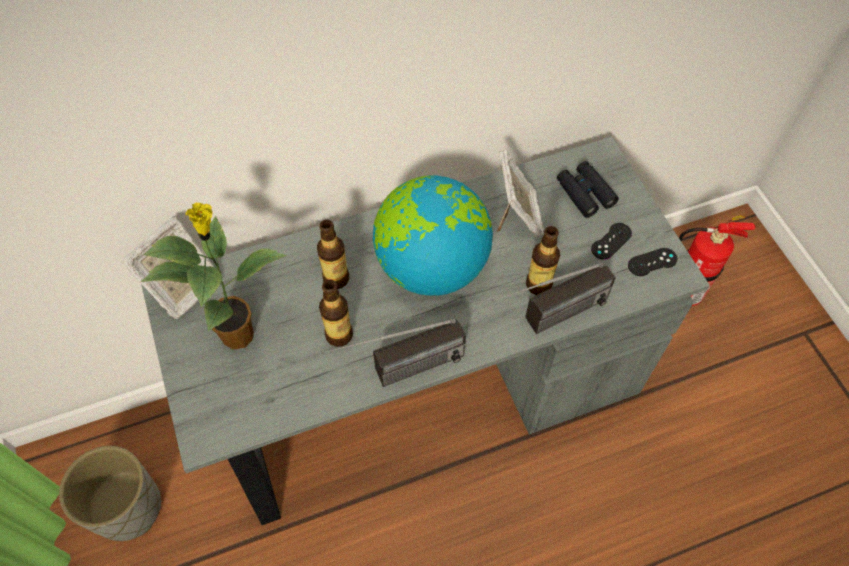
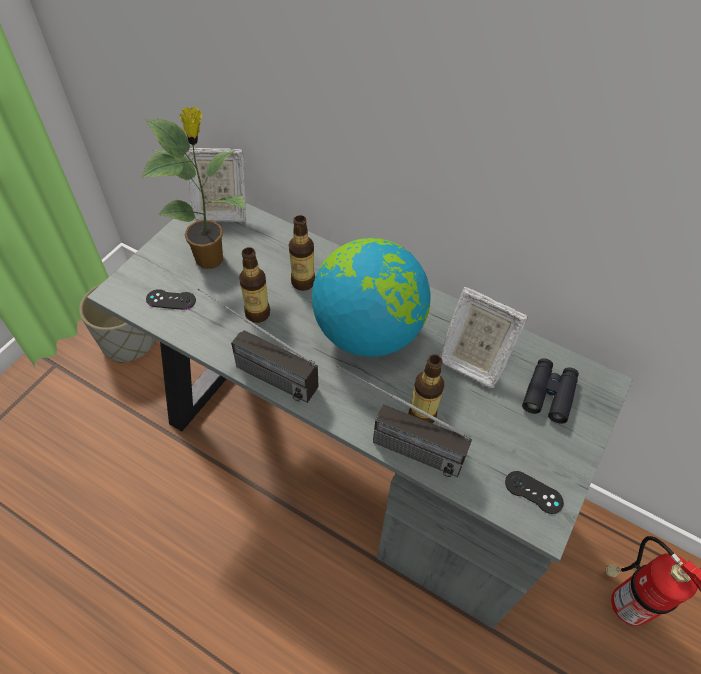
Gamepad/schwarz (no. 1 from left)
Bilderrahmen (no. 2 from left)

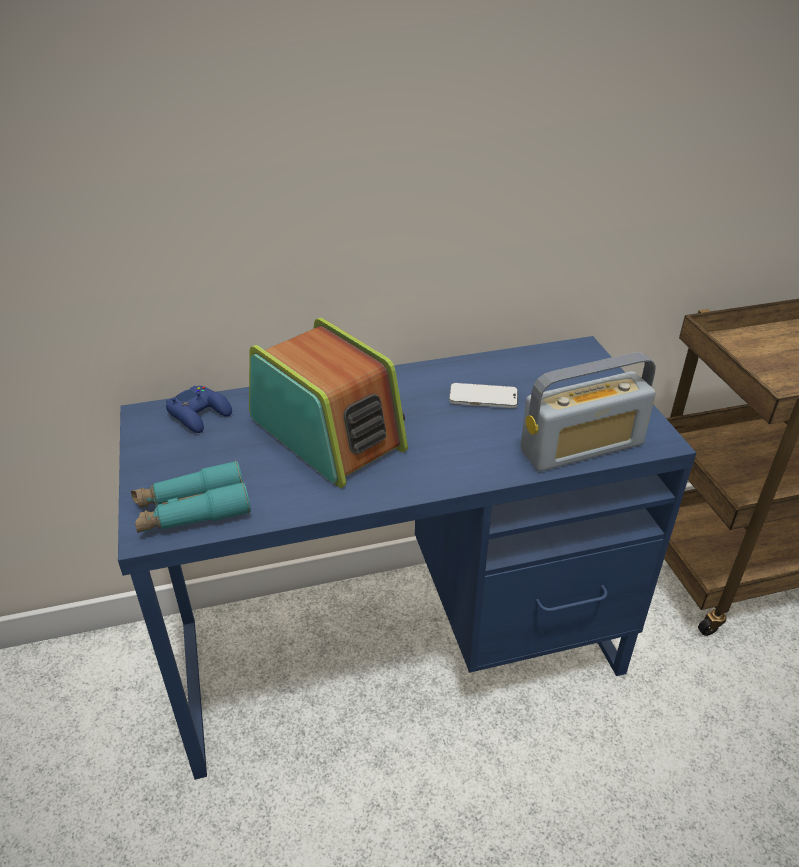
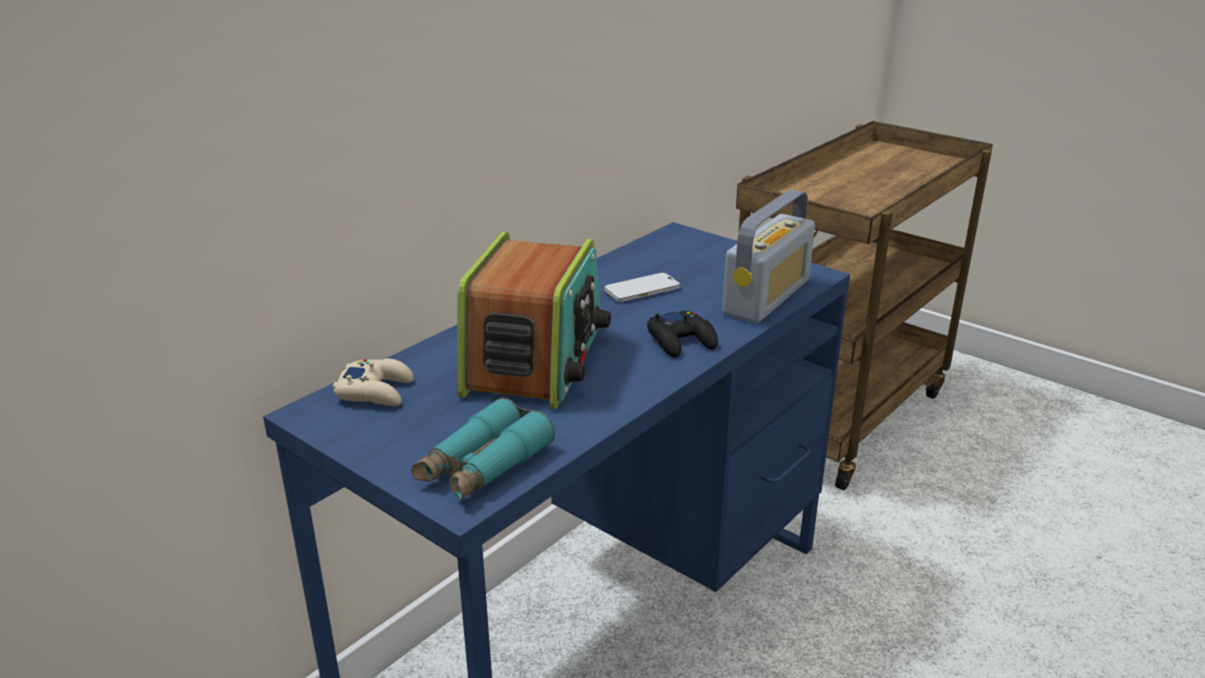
Gamepad/beige
Radio (no. 1 from left)
Gamepad/schwarz

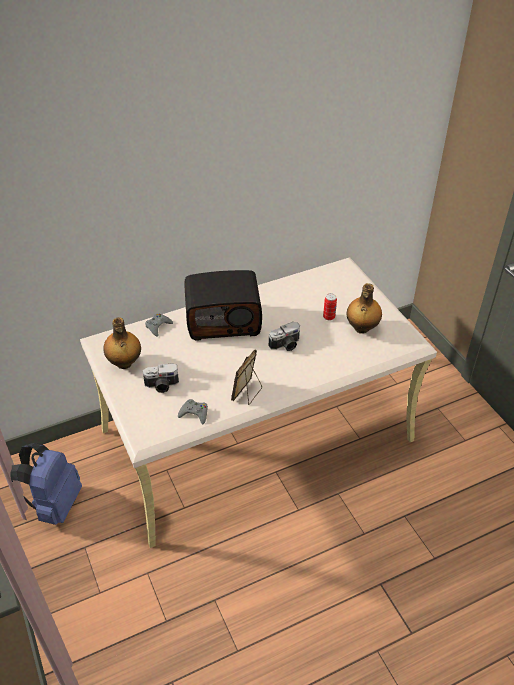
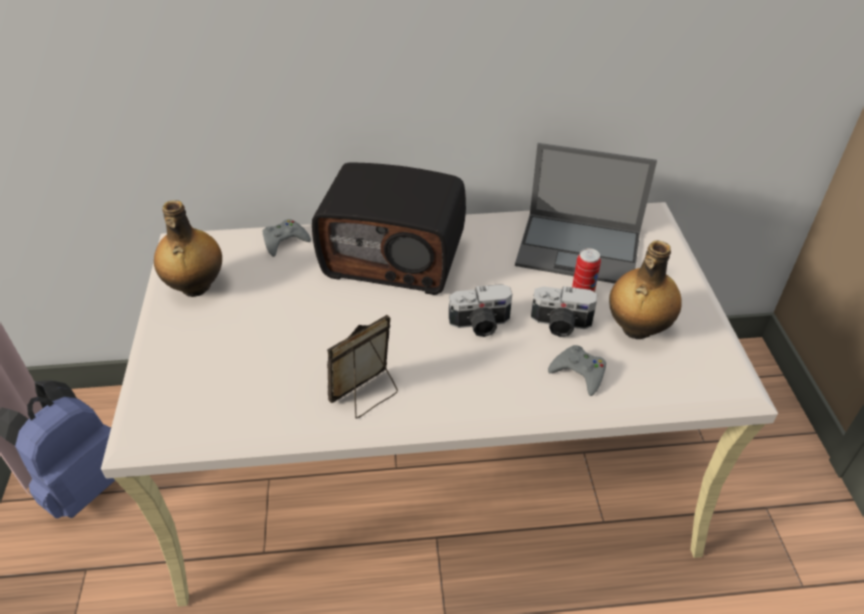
Laptop
Kamera (no. 2 from left)
Gamepad/grau (no. 2 from left)

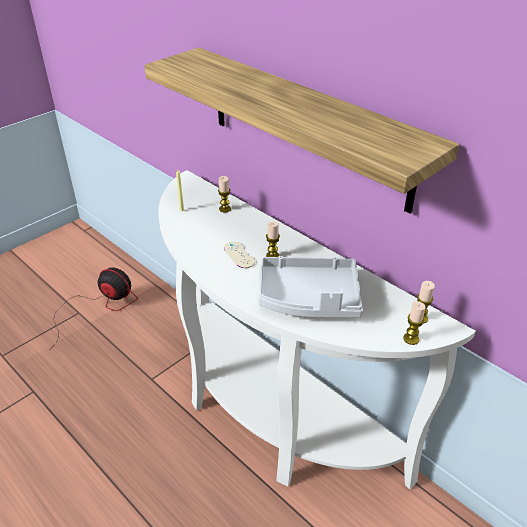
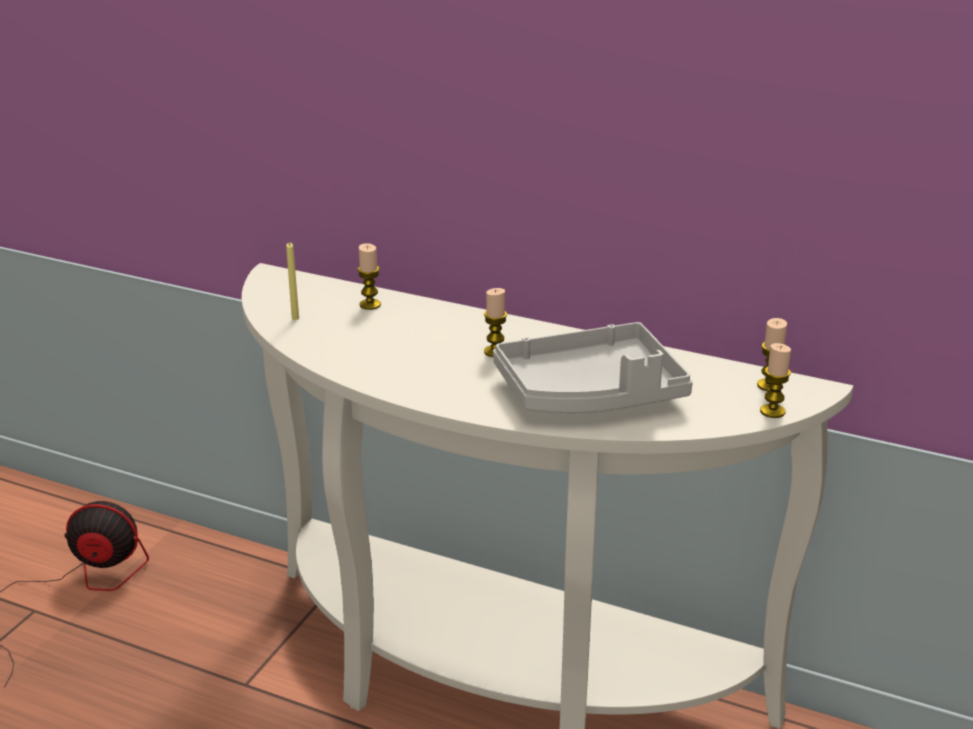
Wandregal
Gamepad/beige

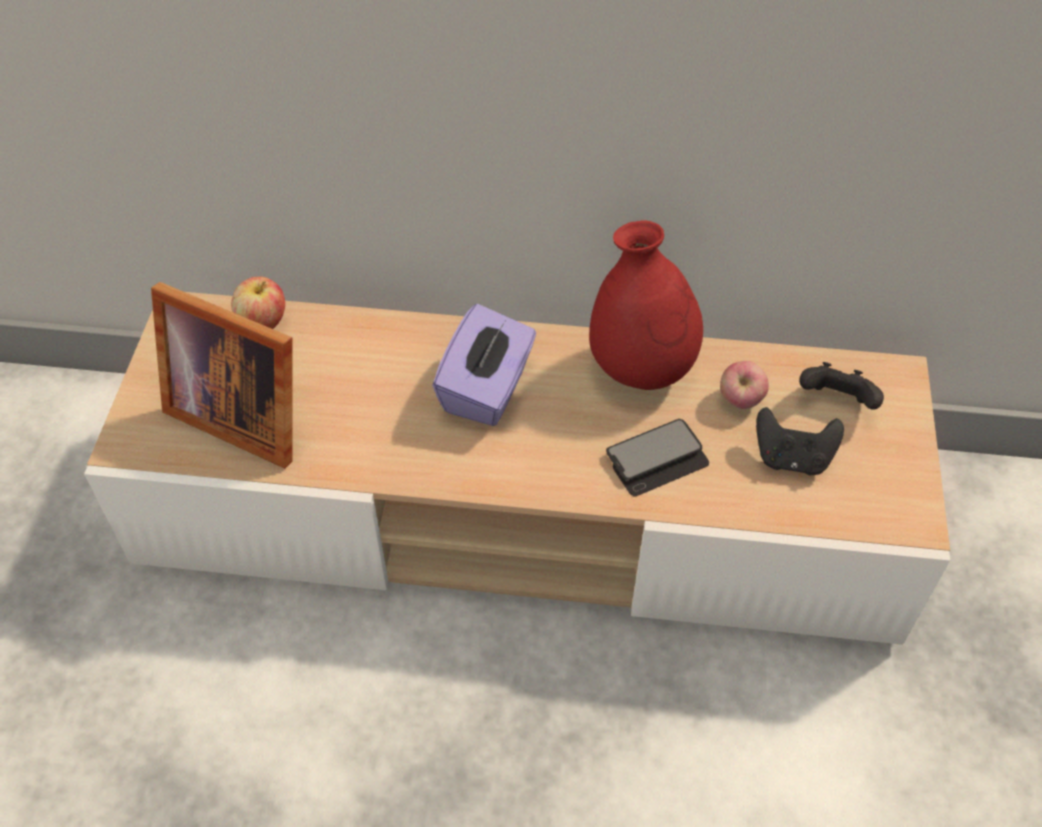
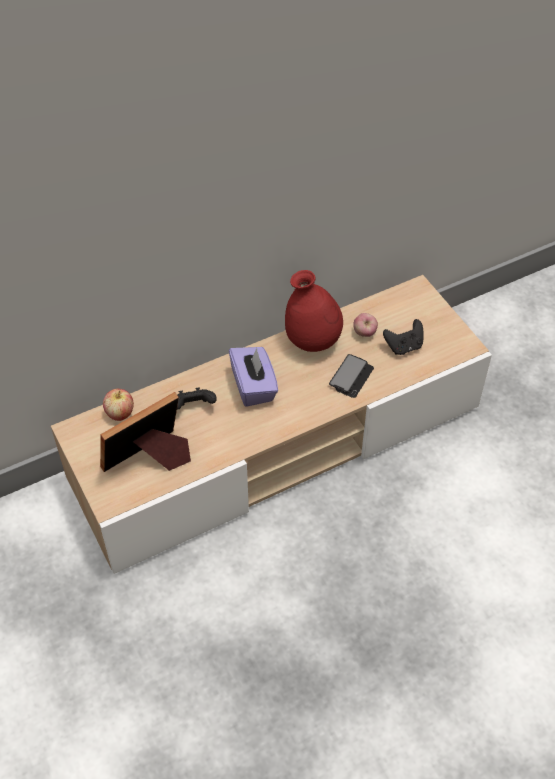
Bilderrahmen
Gamepad/schwarz (no. 1 from left)

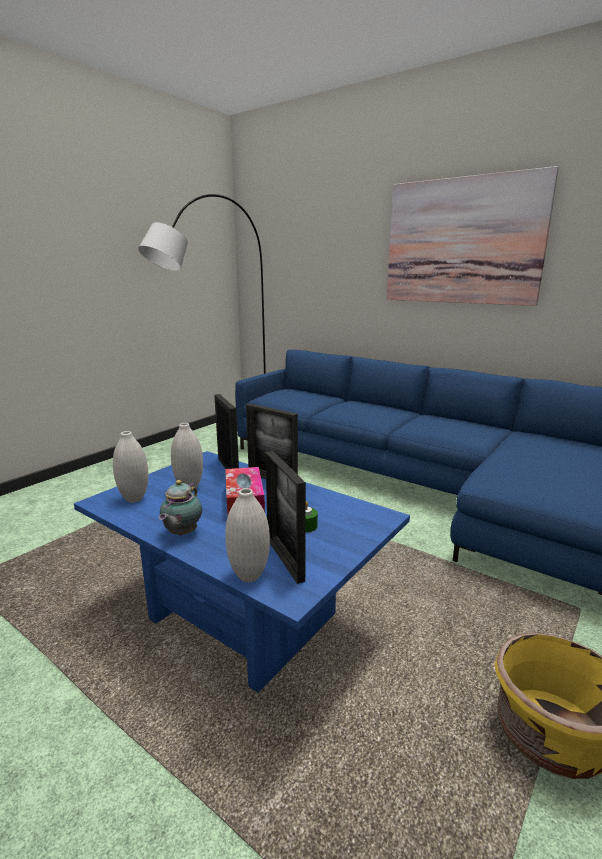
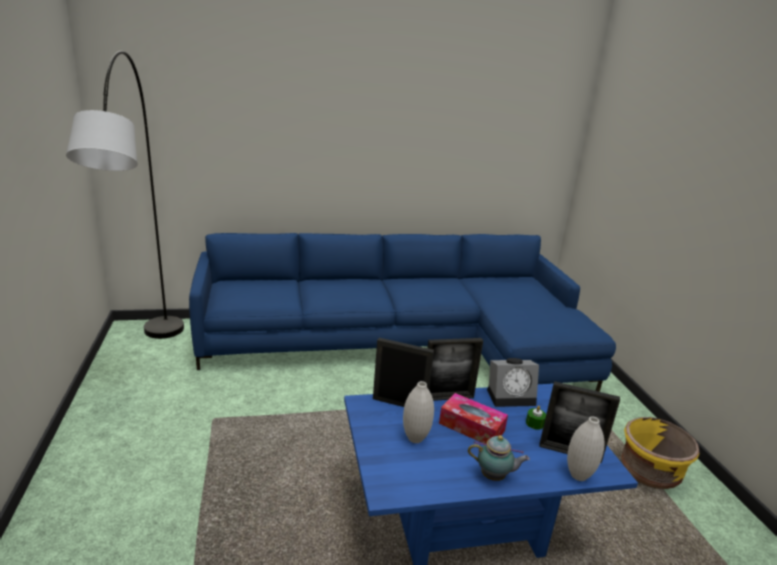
Teekanne
Wecker
Vase/weiß (no. 1 from left in the first image)
Bild

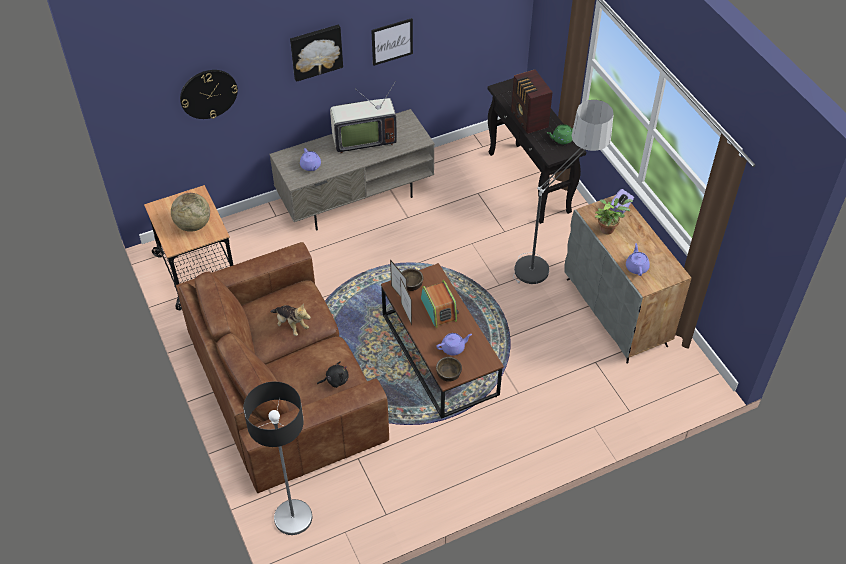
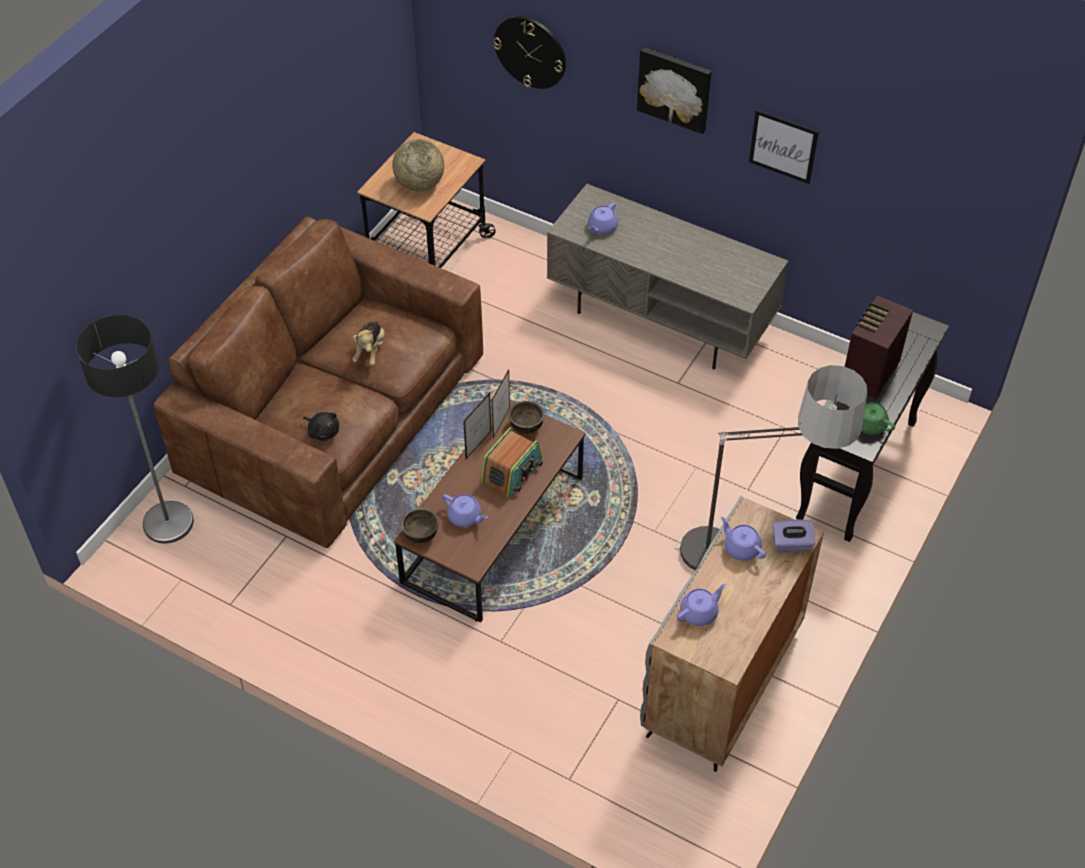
Teekanne/lila (no. 4 from left)
Fernseher

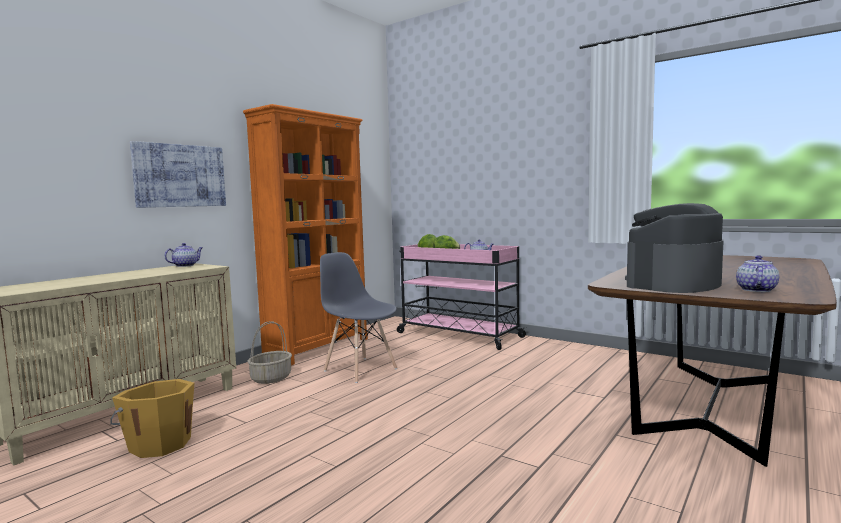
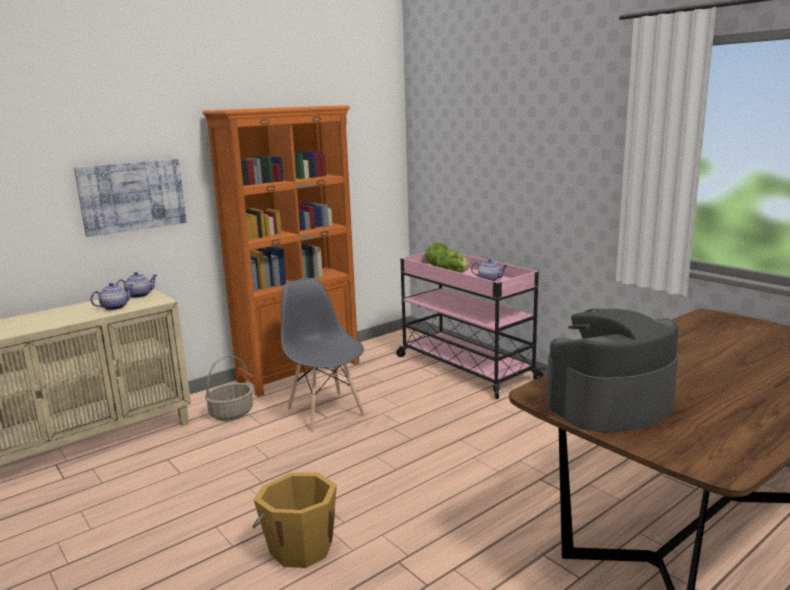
Teekanne (no. 1 from left)
Eimer/orange

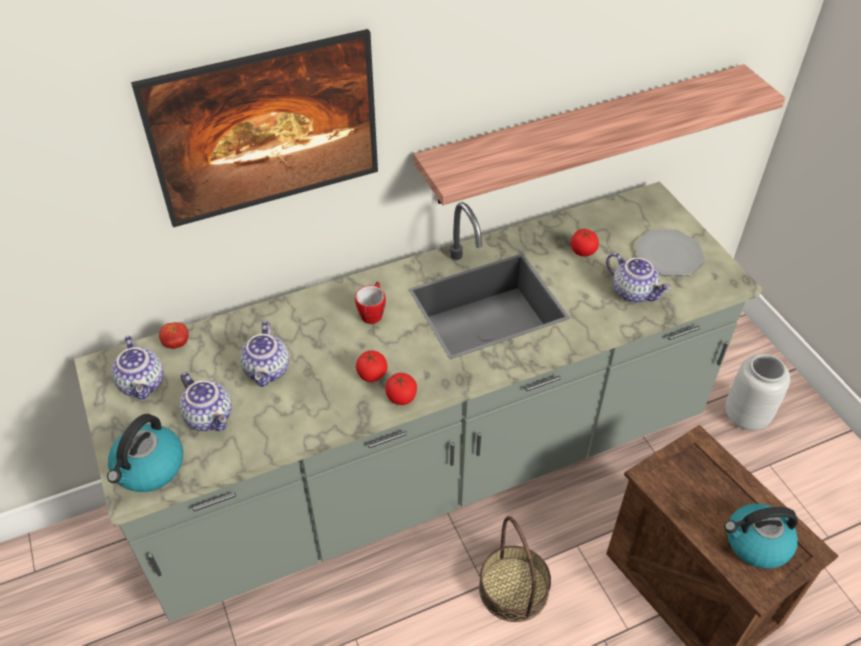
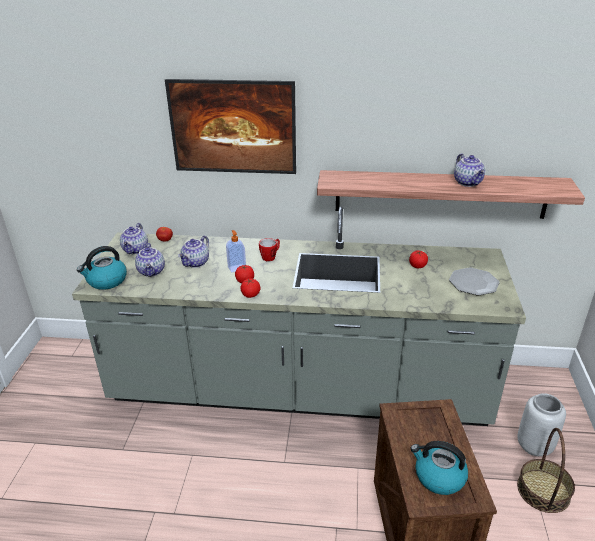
Seifenspender
Teekanne (no. 4 from left)
Korb

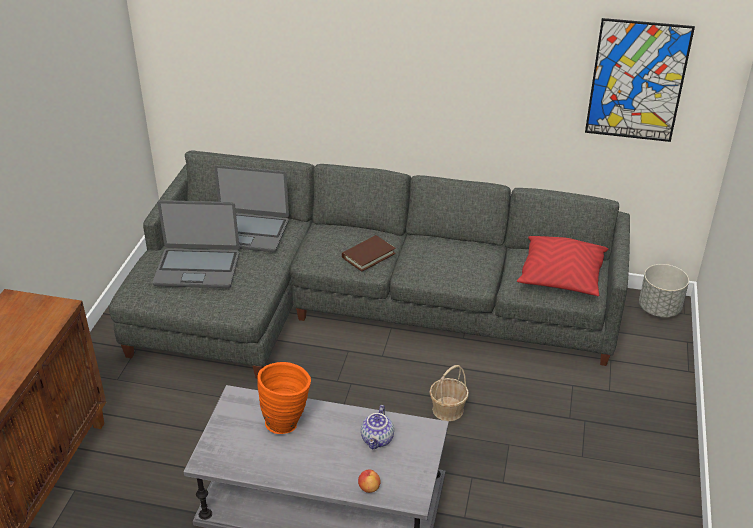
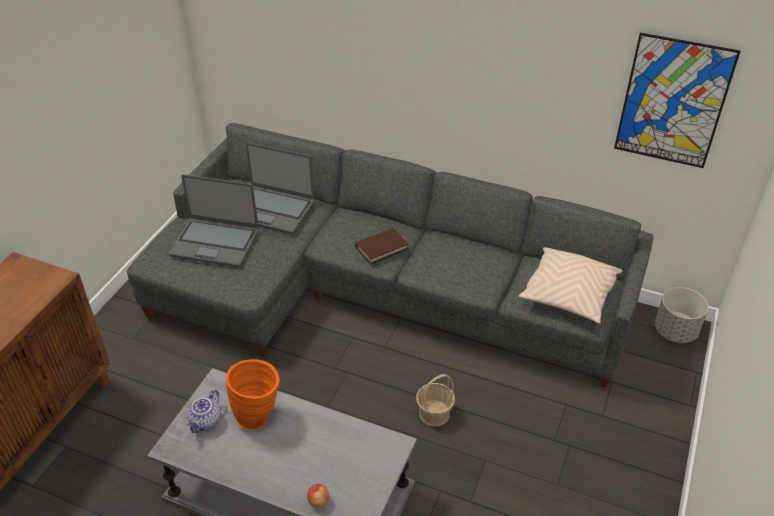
Teekanne
Kissen/beige

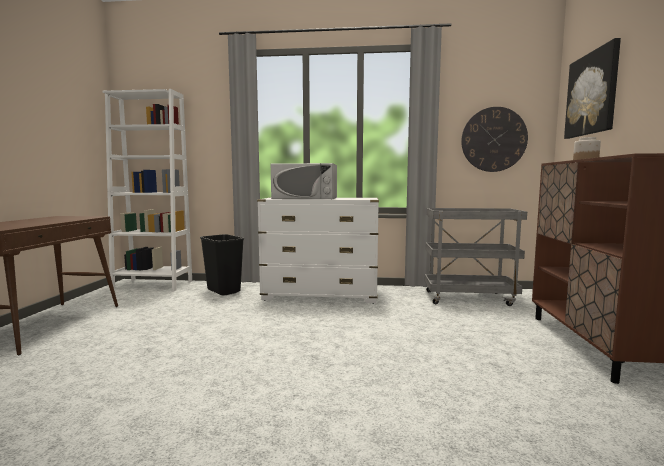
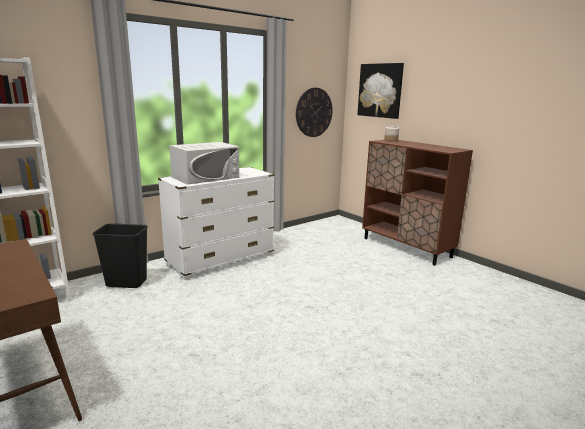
Rollwagen/grau

